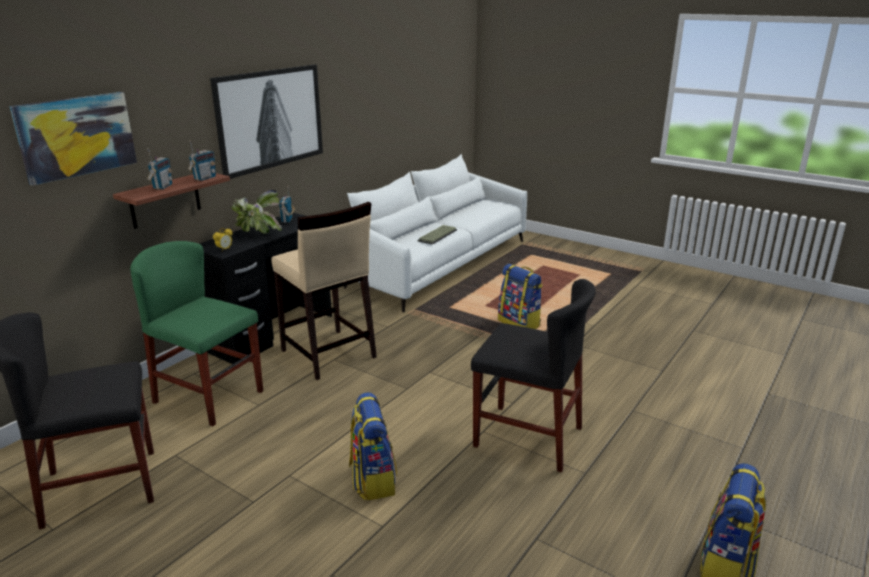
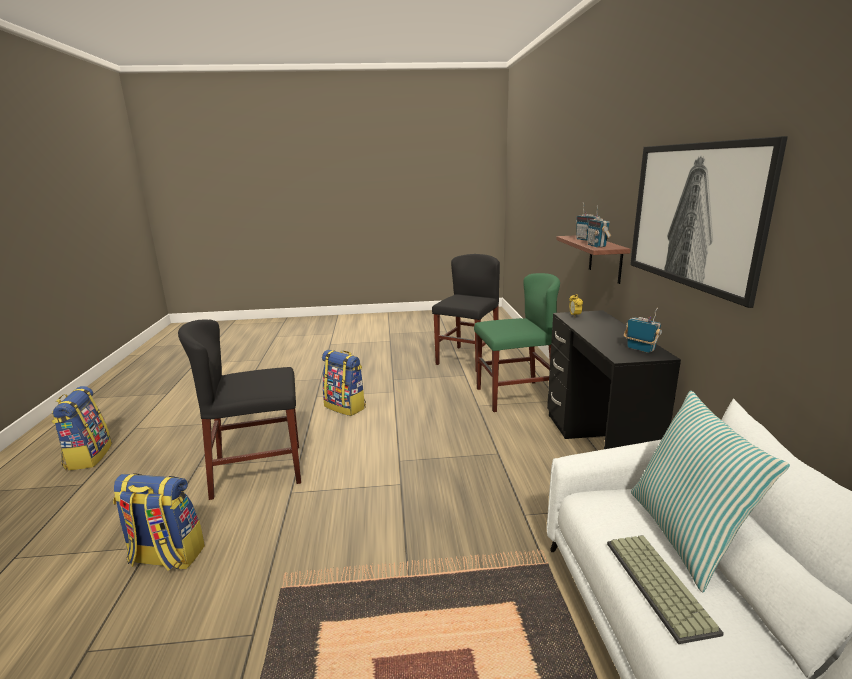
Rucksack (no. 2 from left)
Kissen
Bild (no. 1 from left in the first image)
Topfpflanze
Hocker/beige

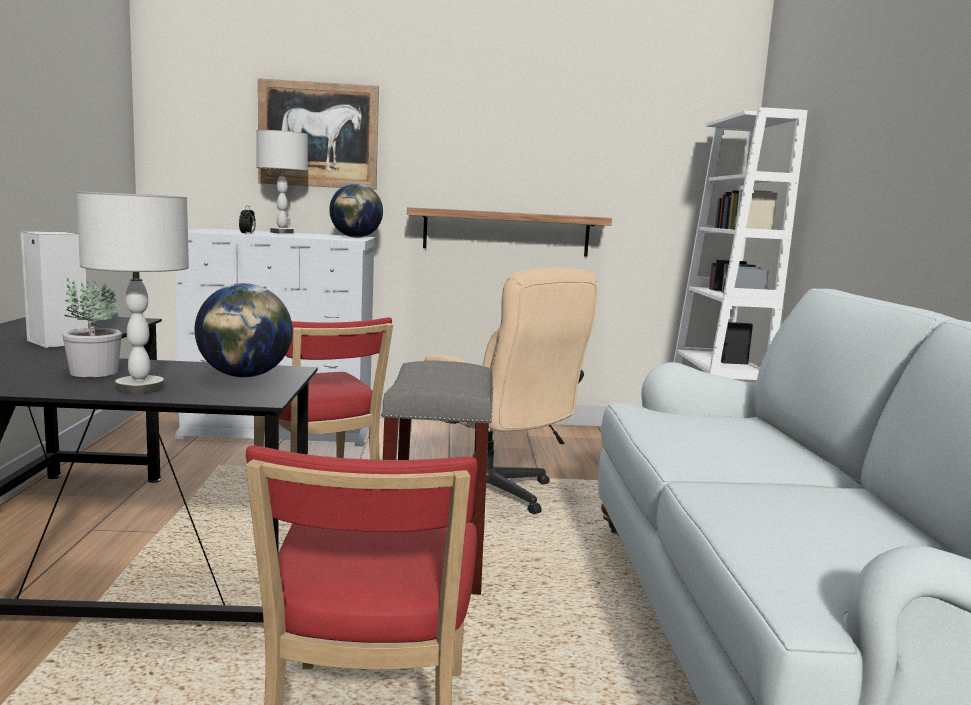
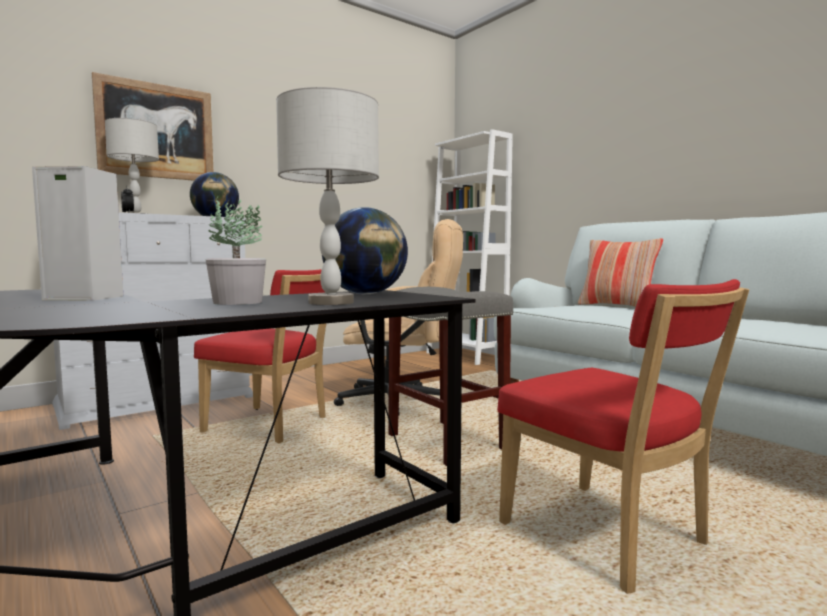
Kissen
Wandregal

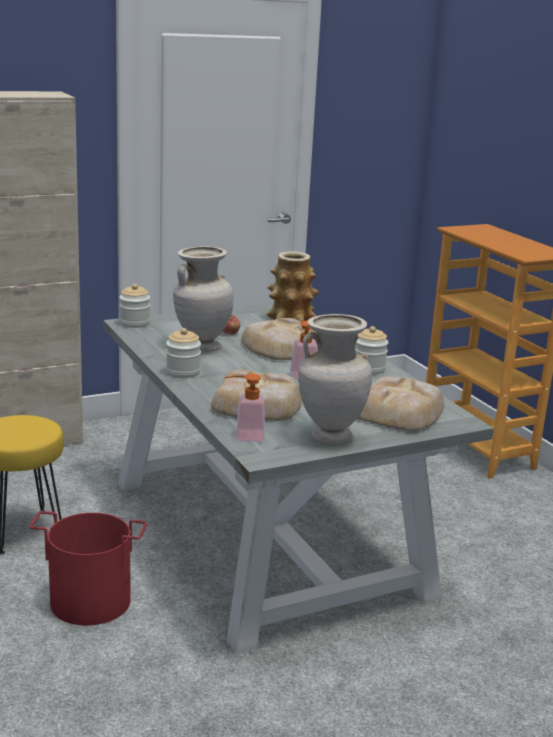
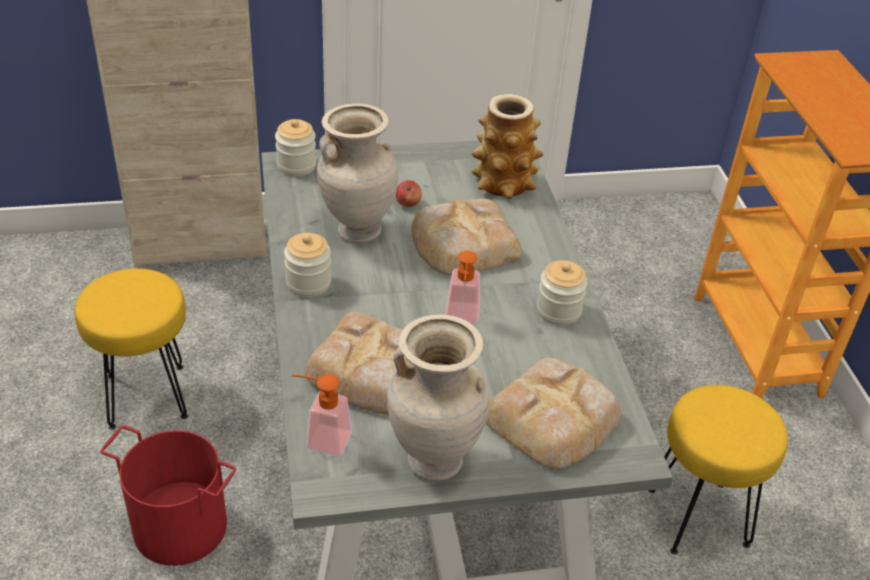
Hocker/gelb (no. 2 from left)

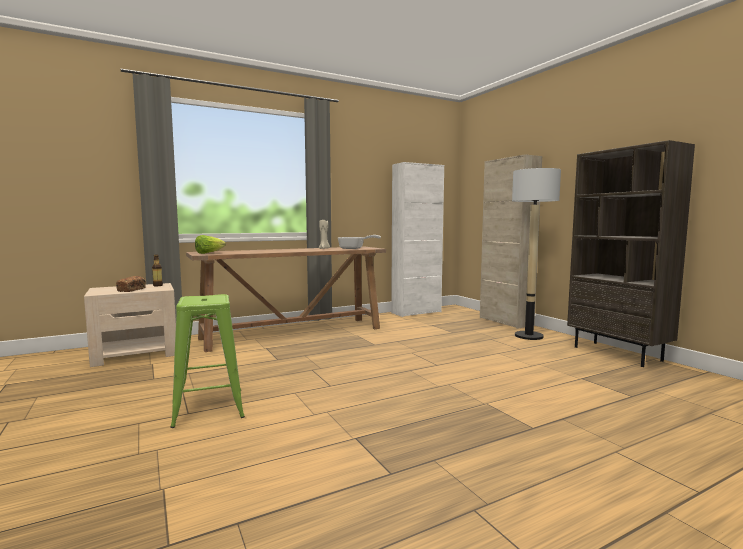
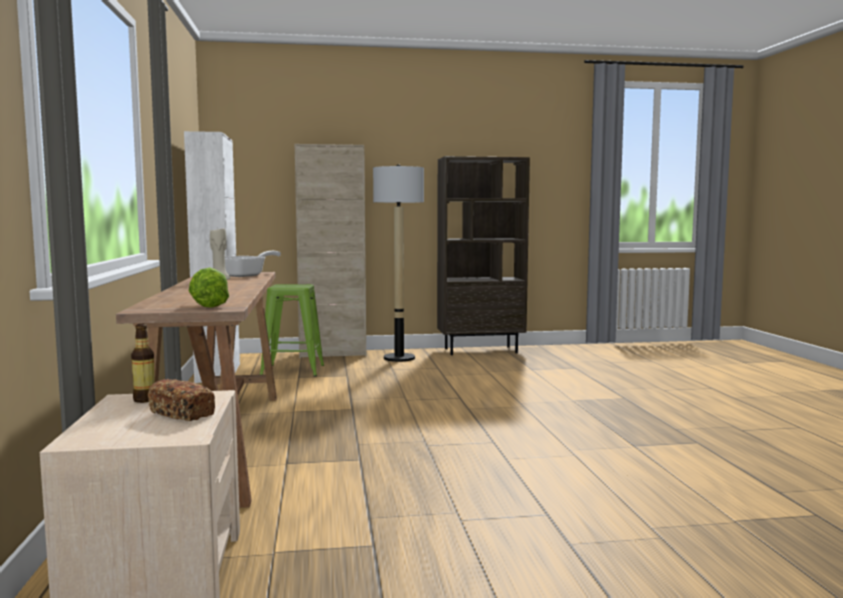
Hocker/grün

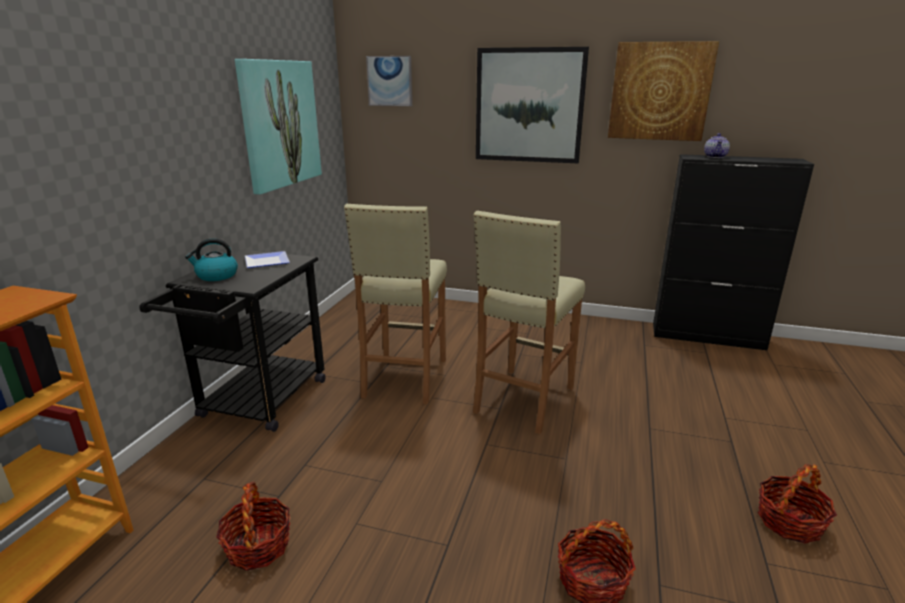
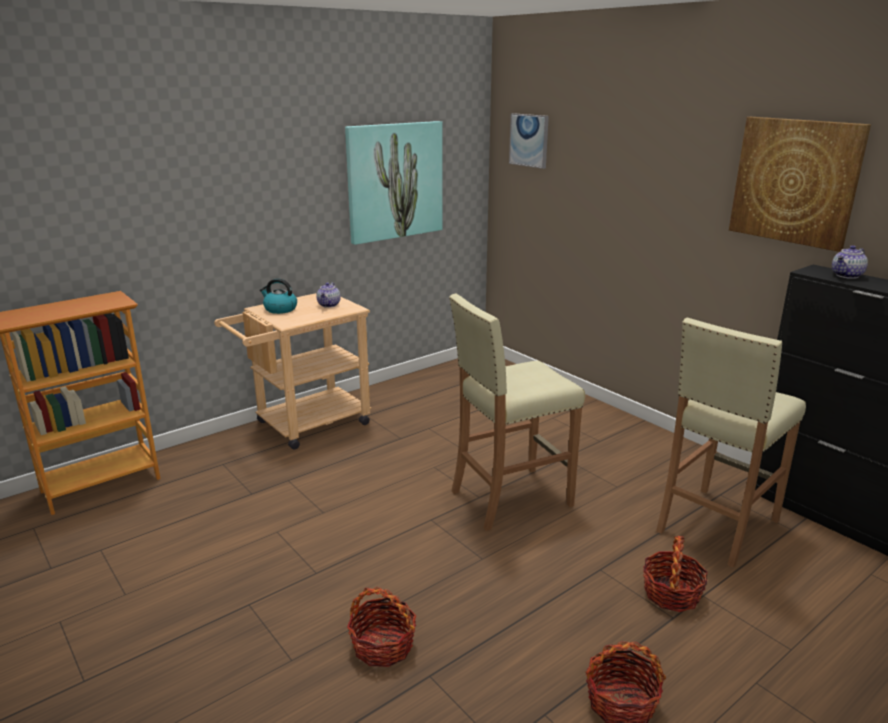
Rollwagen/beige
Teekanne (no. 1 from left)
Korb (no. 3 from left)
Hocker/beige (no. 2 from left)
Bild (no. 3 from left in the first image)

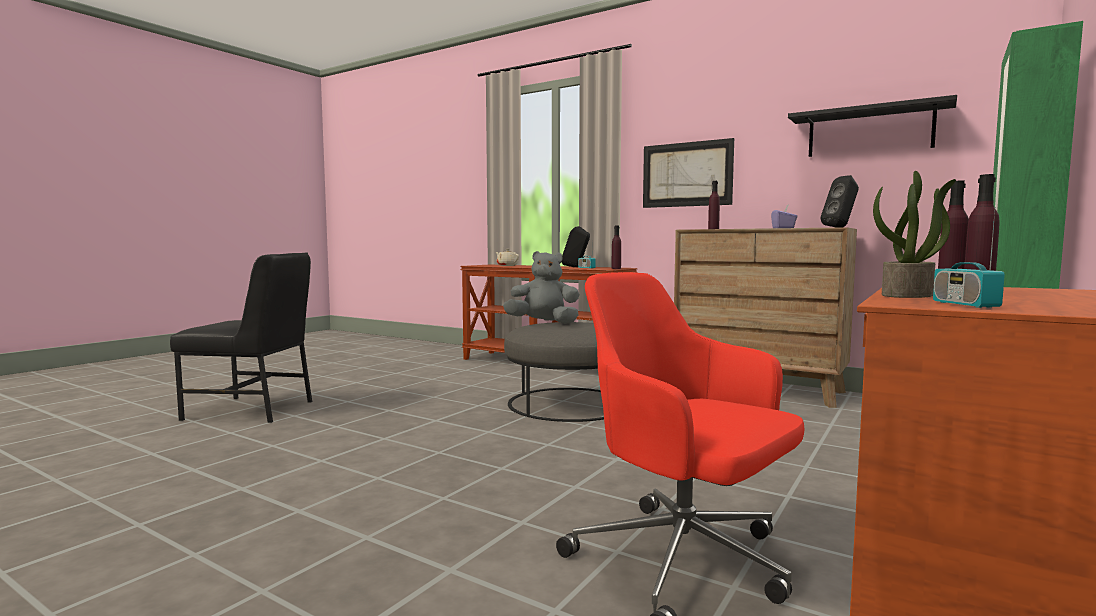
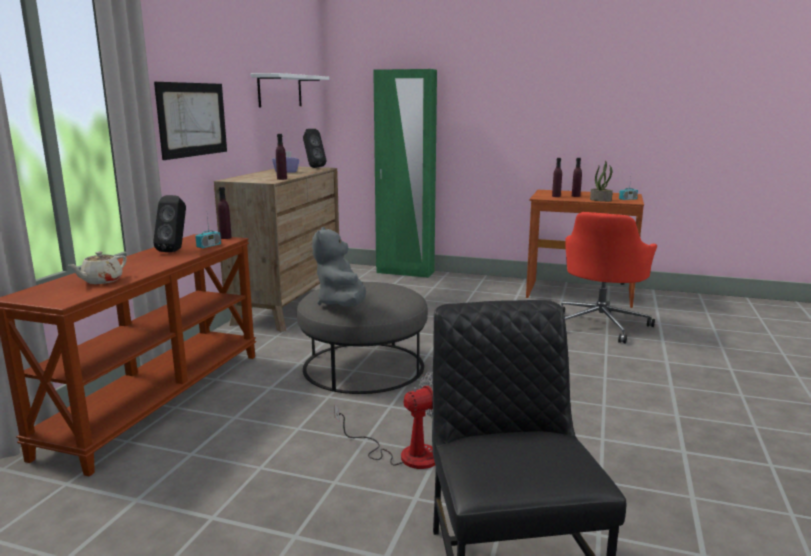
Wandregal/weiß
Ventilator

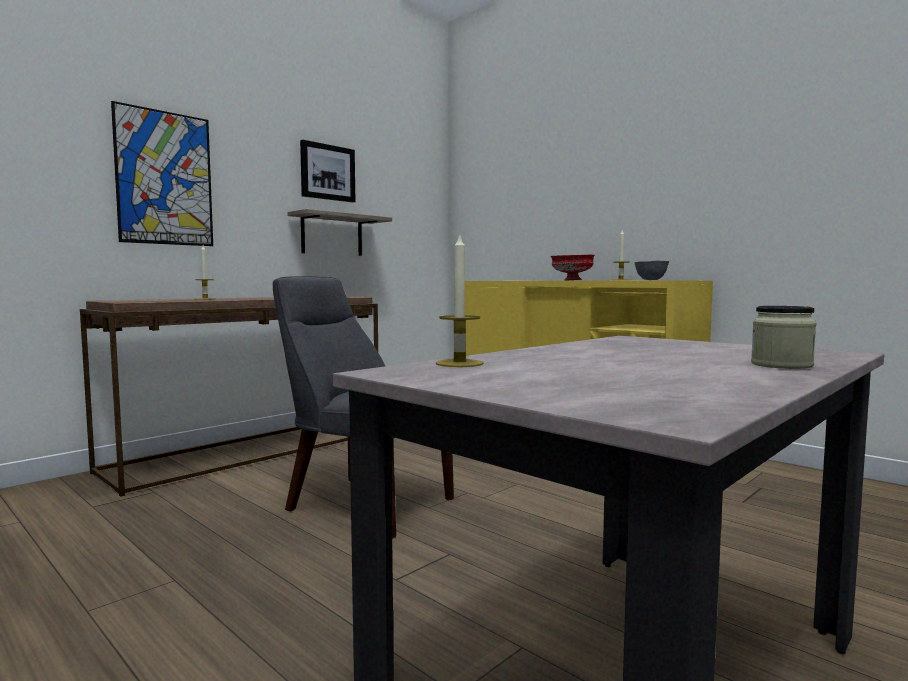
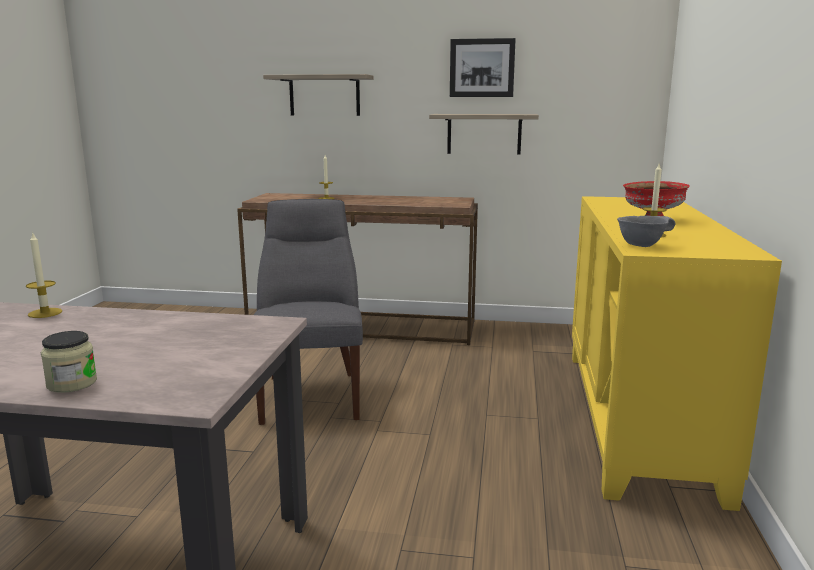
Wandregal (no. 1 from left)

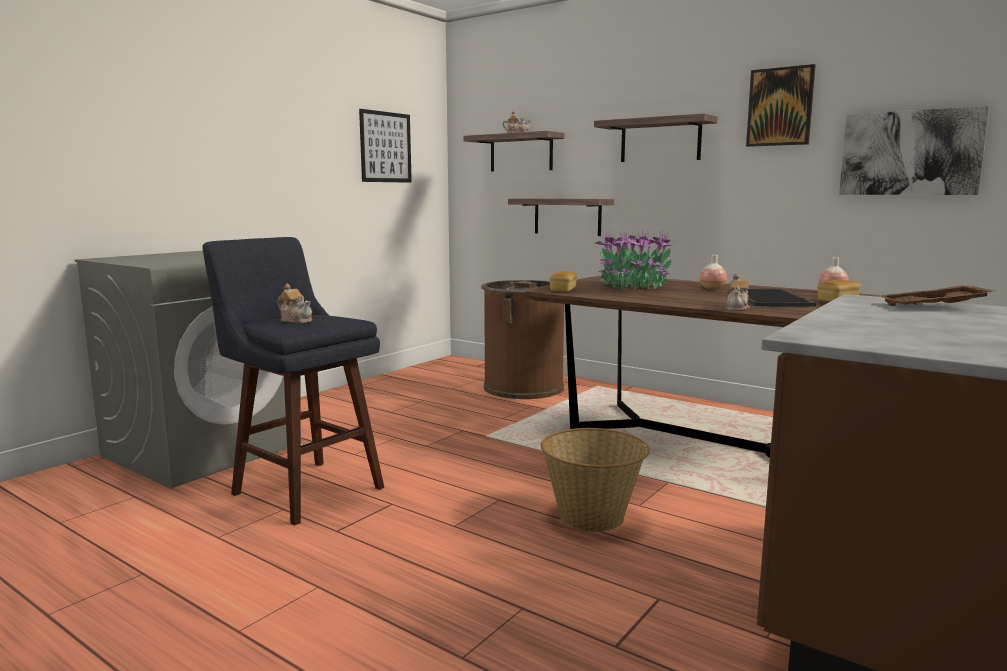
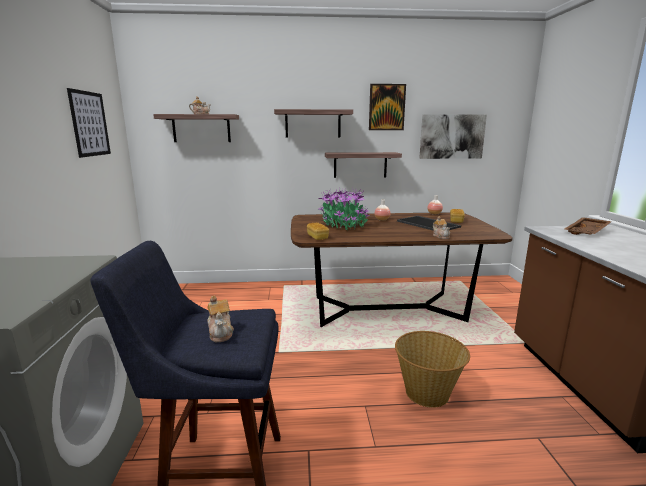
Teekanne (no. 2 from left)
Wandregal (no. 3 from left)
Mülleimer/braun

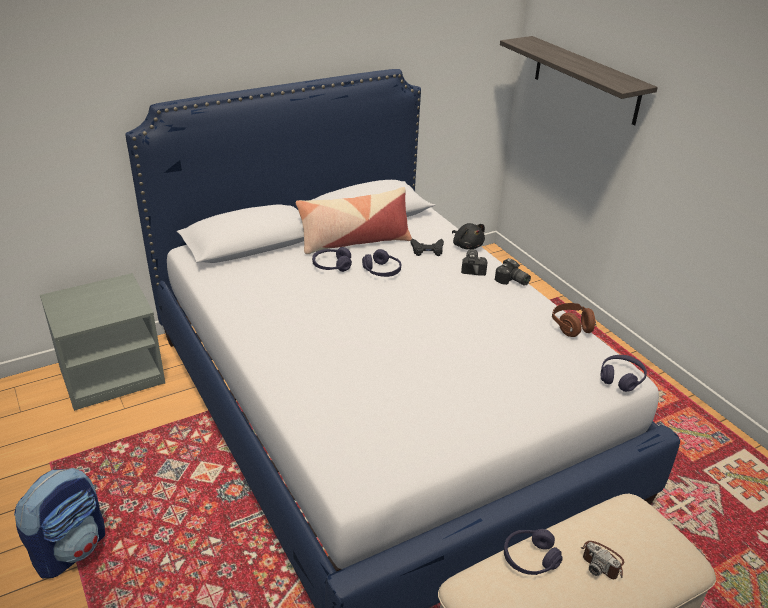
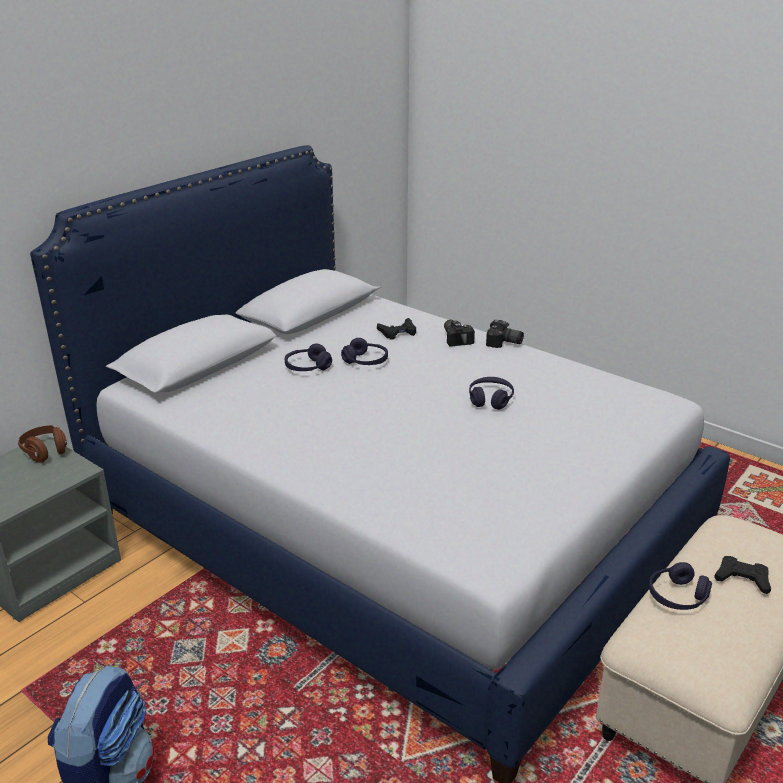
Kopfhörer/braun
Kopfhörer/lila (no. 3 from left)
Gamepad/schwarz (no. 2 from left)
Kissen
Plüschtier/schwarz
Wandregal

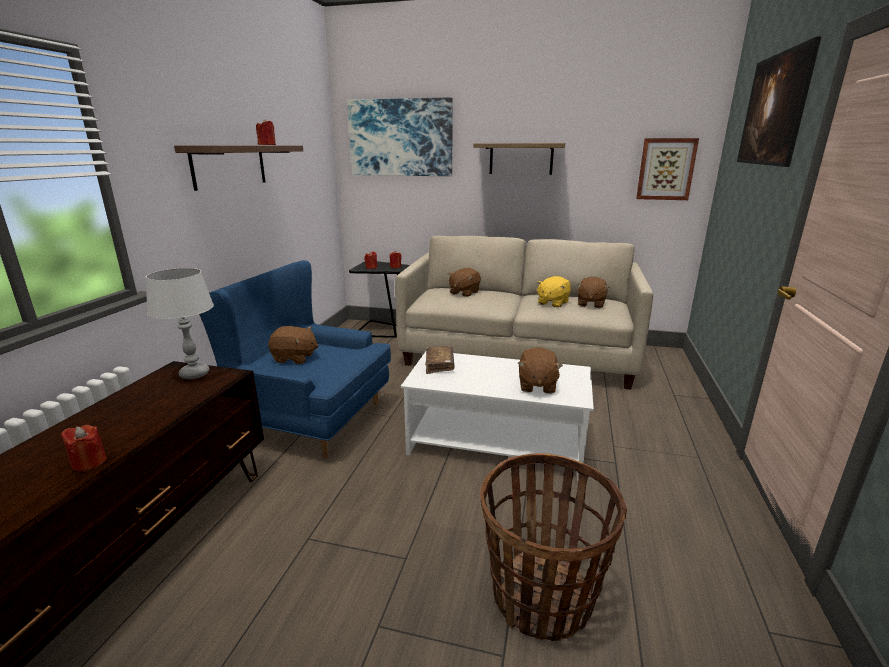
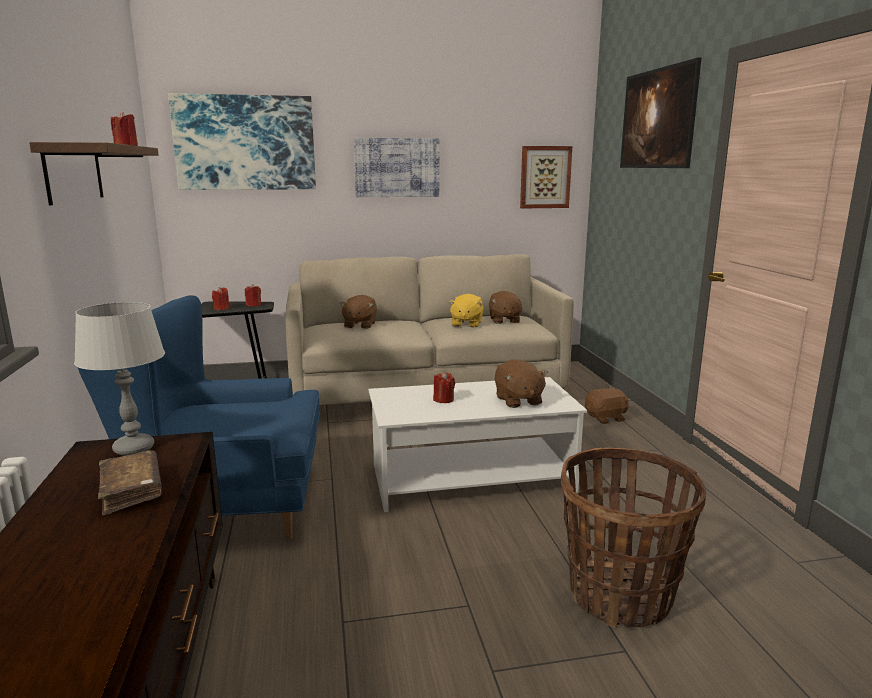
Buch/braun
Bild (no. 2 from left)
Kerze/rot (no. 4 from left)
Plüschtier/braun (no. 4 from left)

